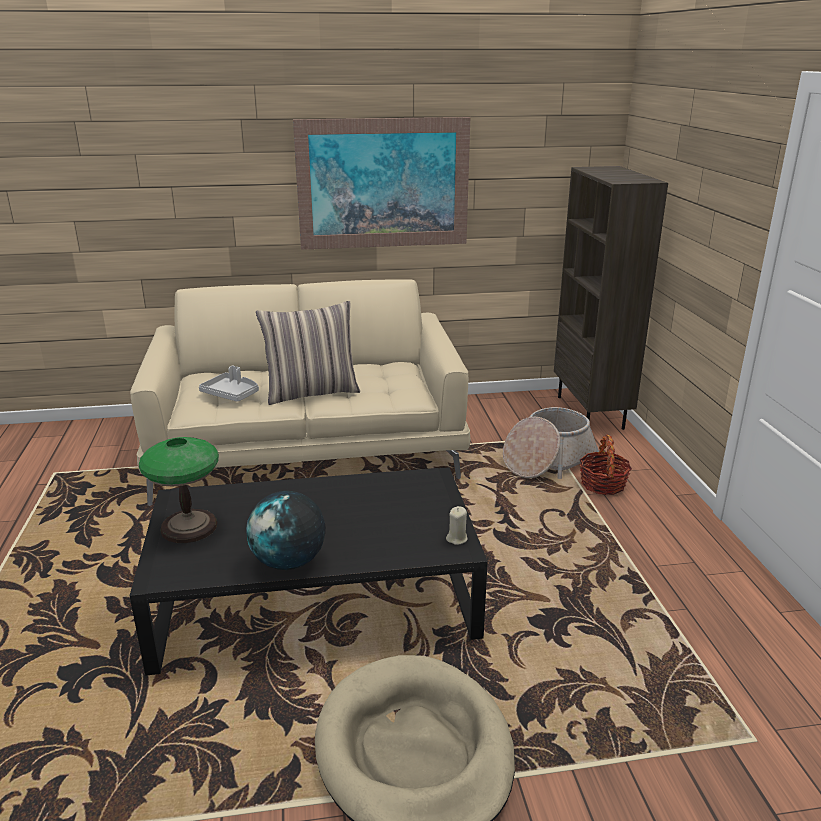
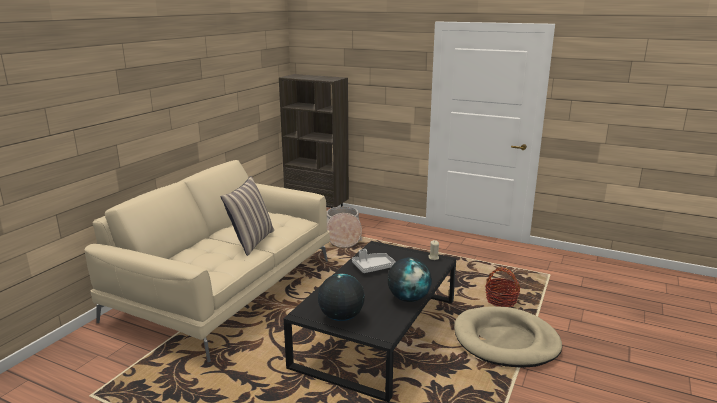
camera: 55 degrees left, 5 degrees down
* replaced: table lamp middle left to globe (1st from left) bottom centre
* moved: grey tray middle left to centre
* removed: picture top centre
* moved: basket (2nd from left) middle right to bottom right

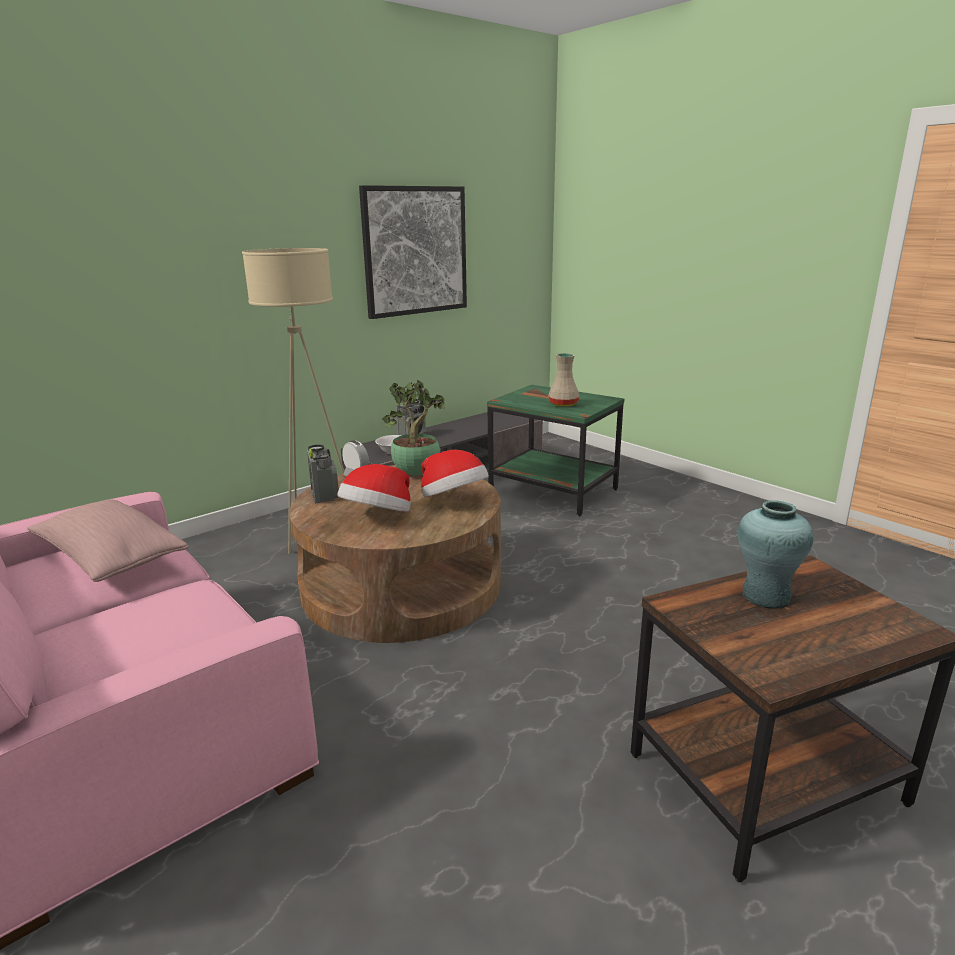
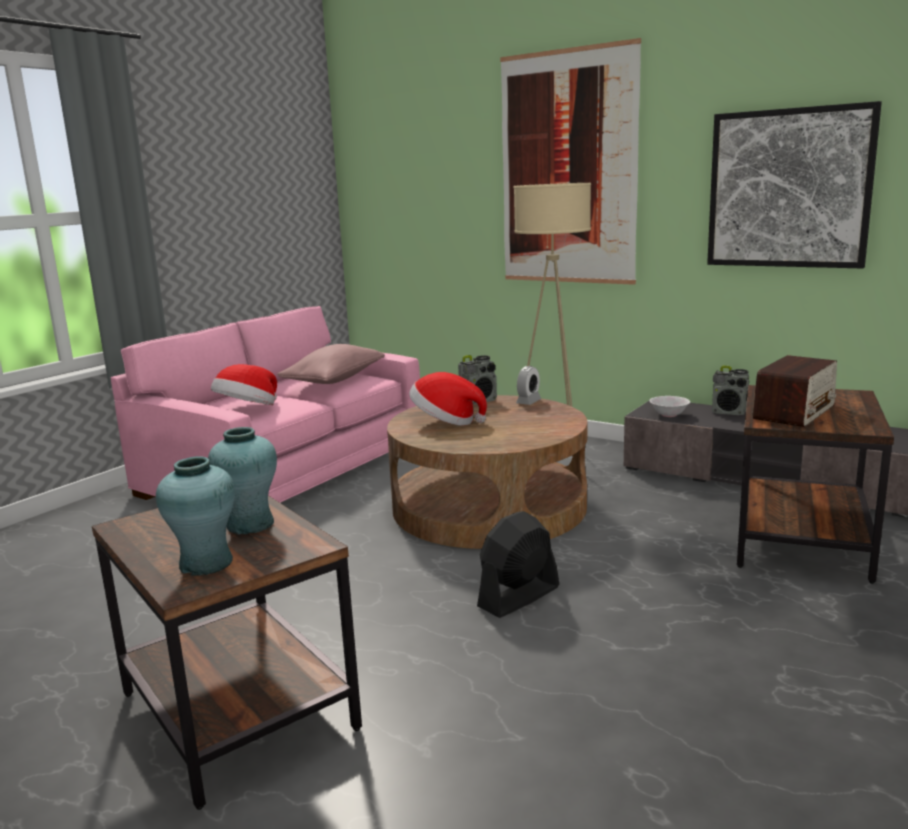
camera: 75 degrees right, 5 degrees down
* removed: potted plant centre
* moved: hat (2nd from left in the first image) centre to hat (1st from left) middle left
* recoloured: green side table centre to brown side table (2nd from left) middle right
* replaced: beige vase centre to radio (3rd from left) middle right
* added: turquoise vase (1st from left) middle left
* added: black fan bottom centre
* added: picture (1st from left) top centre

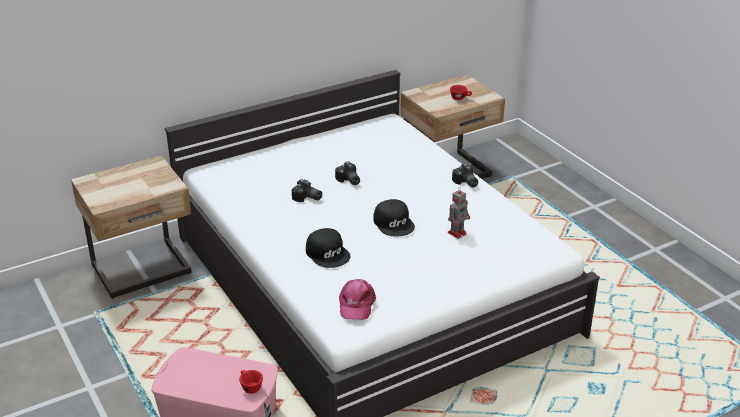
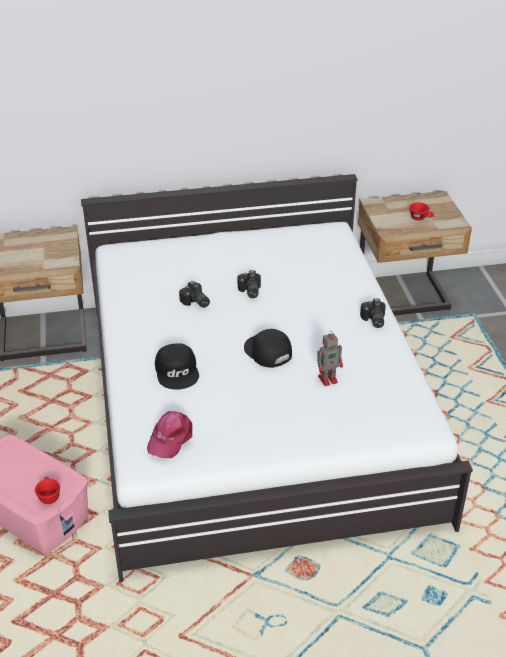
camera: 20 degrees right, 5 degrees up
* turned: black cap (2nd from left) centre = centre 150 degrees clockwise

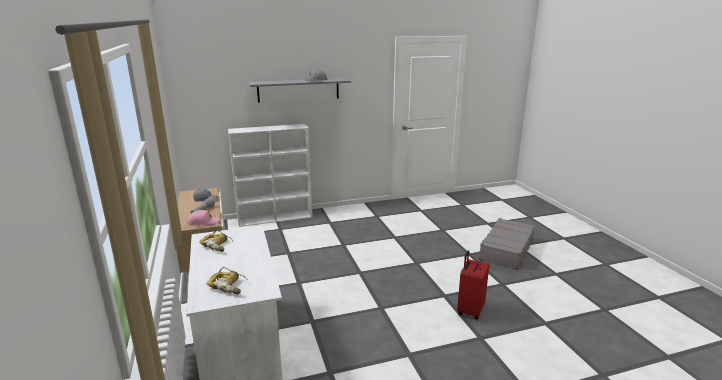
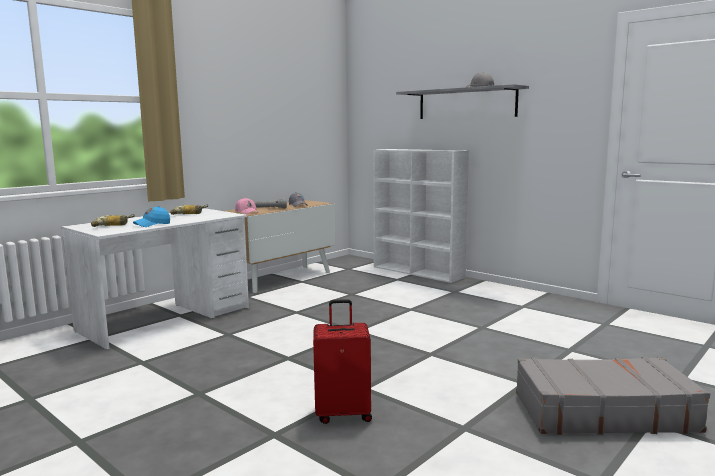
camera: 60 degrees right, 10 degrees down
* added: blue cap middle left

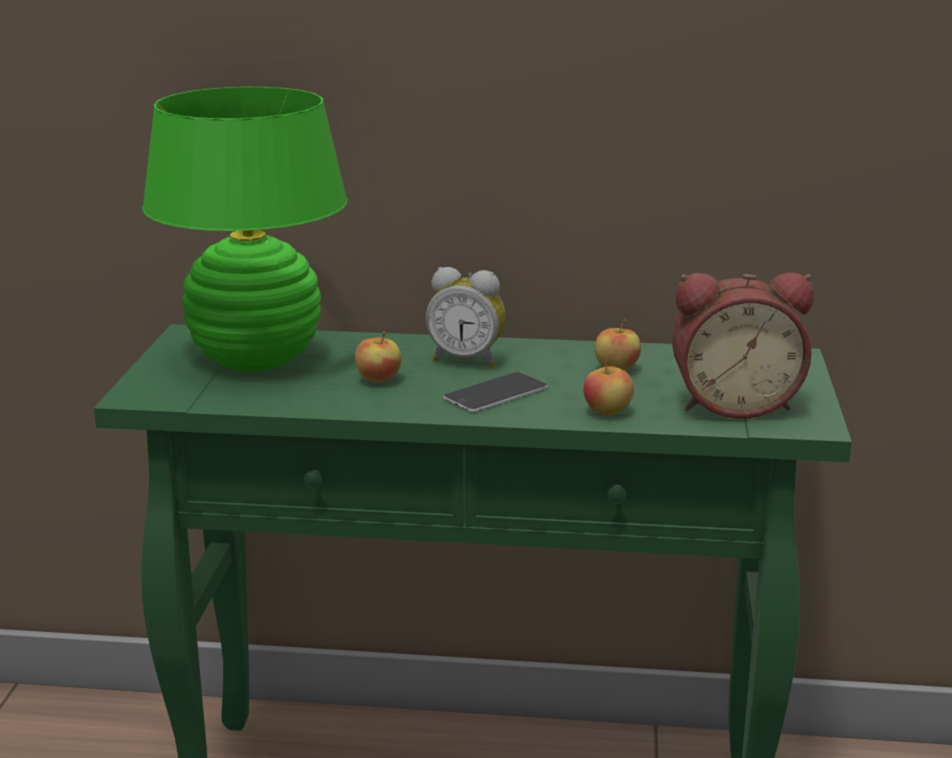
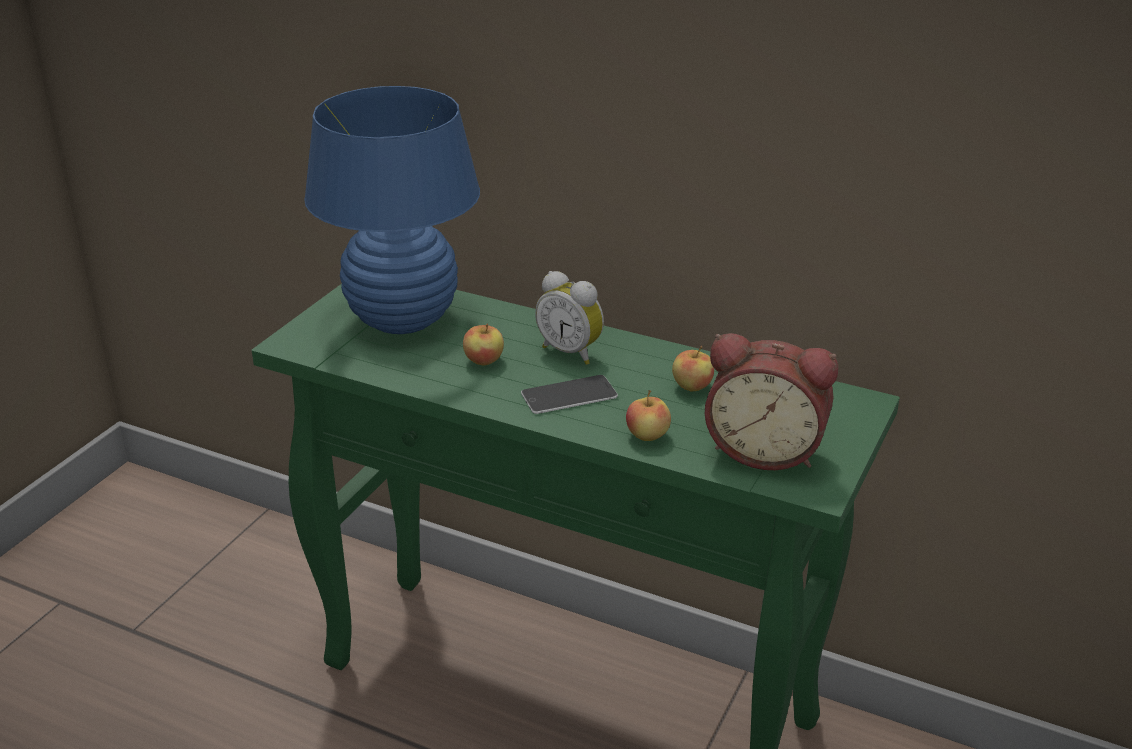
camera: 20 degrees right, 10 degrees up
* recoloured: green table lamp top left to blue table lamp top centre

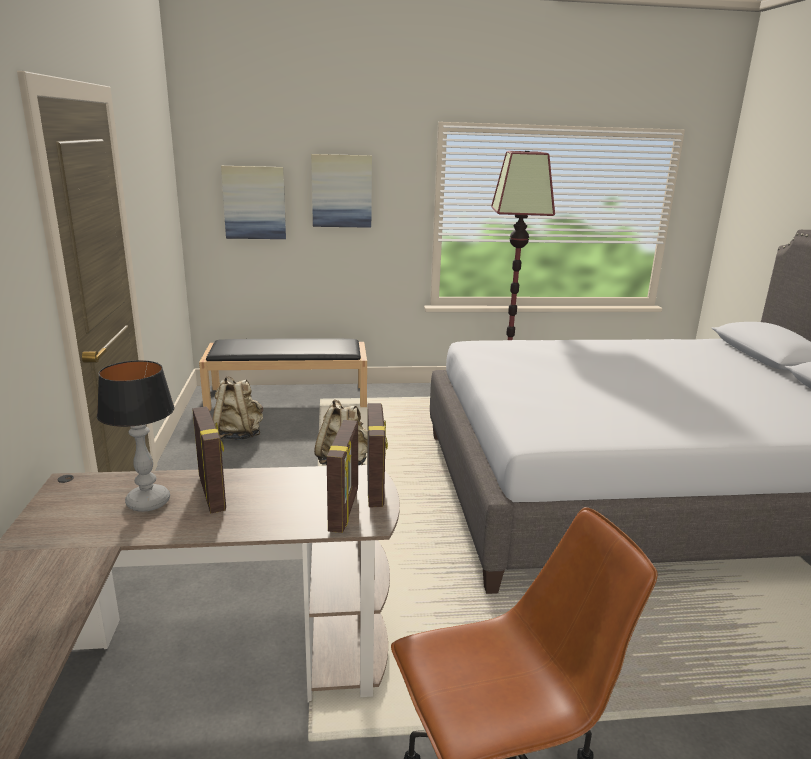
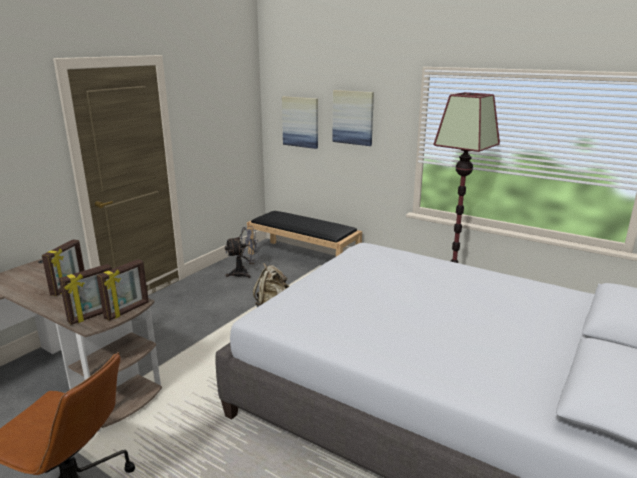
camera: 40 degrees right, 0 degrees up
* removed: table lamp middle left
* replaced: beige backpack (1st from left) middle left to grey fan centre

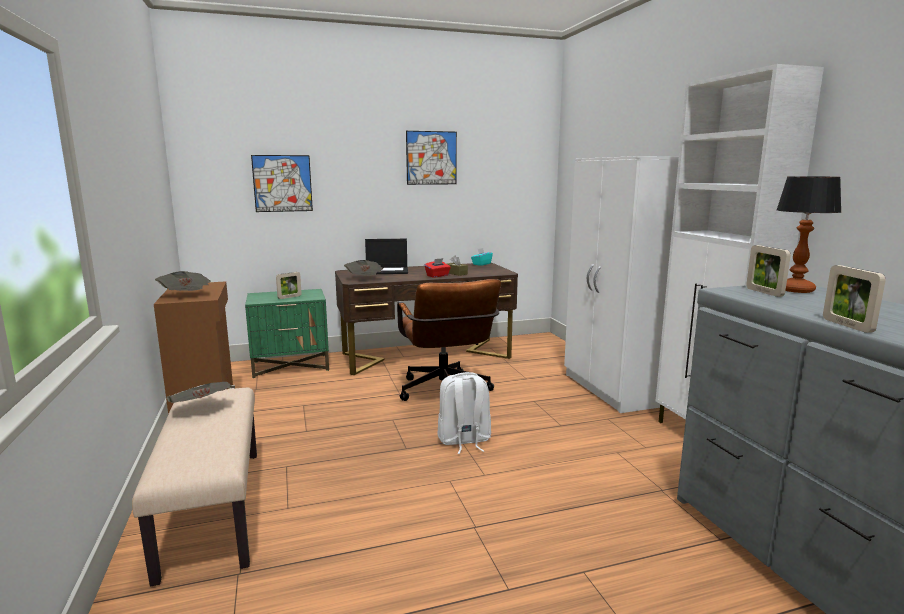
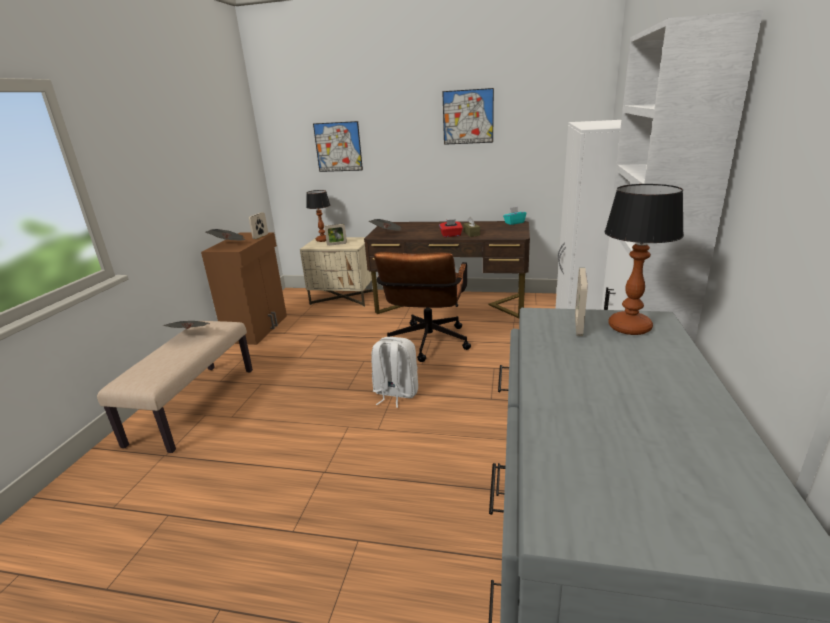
camera: 30 degrees right, 10 degrees up
* recoloured: green nightstand middle left to beige nightstand centre
* removed: laptop centre
* moved: picture frame (3rd from left in the first image) middle right to picture frame (1st from left) middle left
* added: table lamp (1st from left) centre

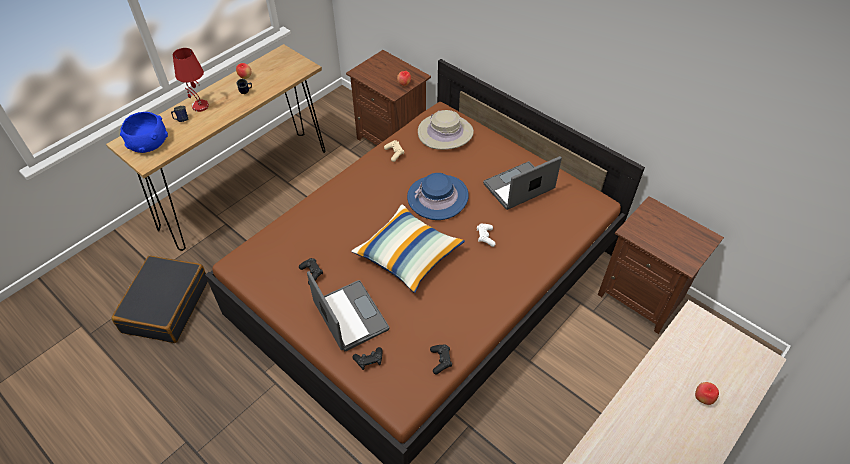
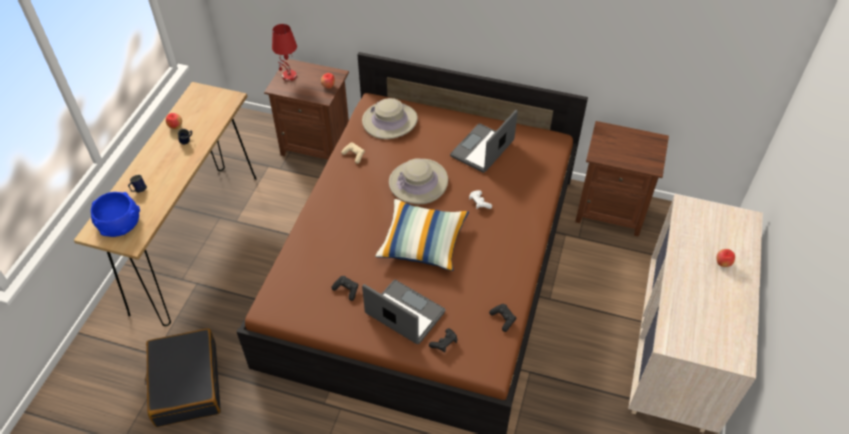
camera: 25 degrees left, 0 degrees up
* moved: red table lamp top left to top centre
* recoloured: blue hat centre to beige hat (2nd from left) centre

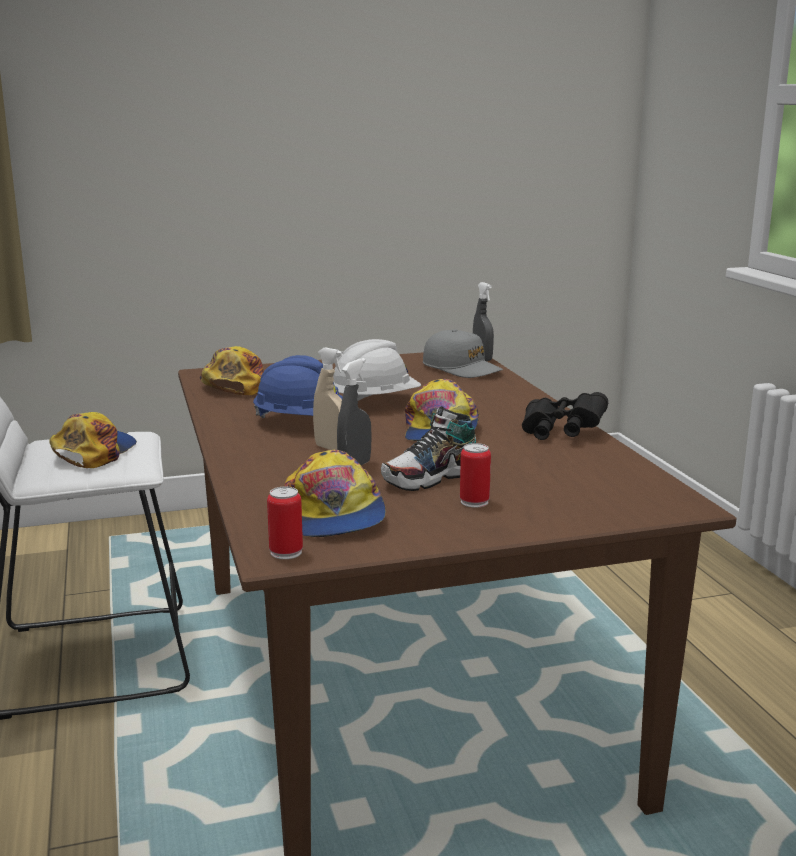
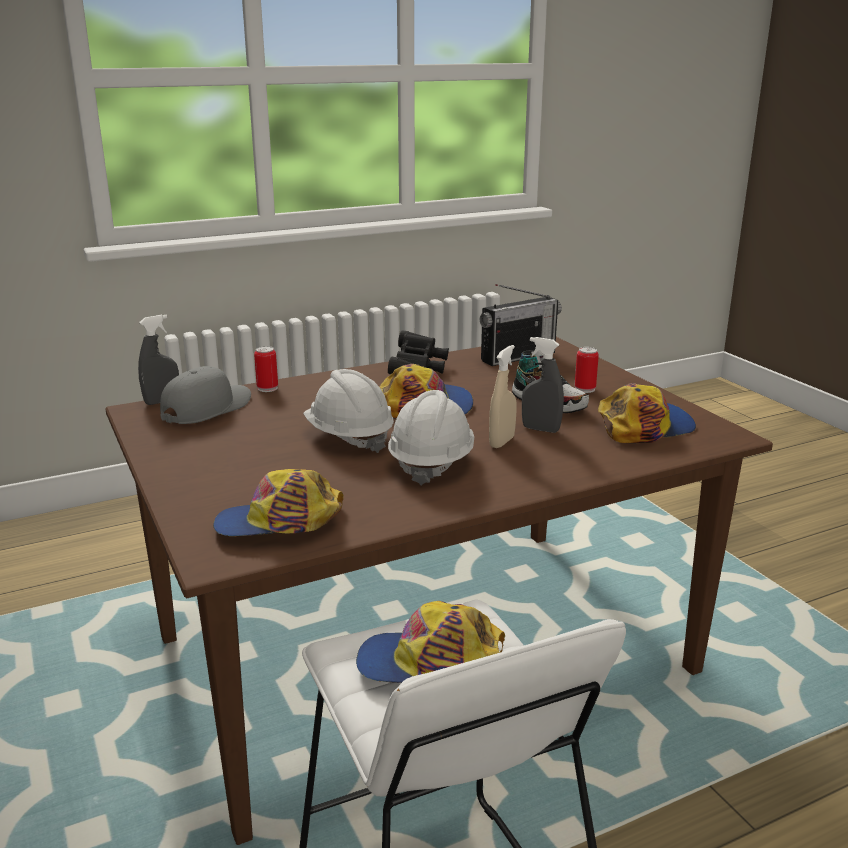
camera: 100 degrees left, 5 degrees up
* recoloured: blue hard hat centre to white hard hat (2nd from left) centre
* moved: can (1st from left) centre to middle left
* added: radio centre

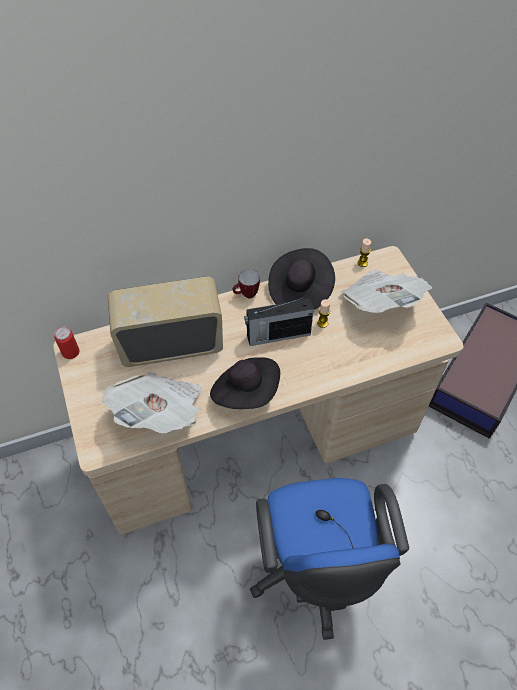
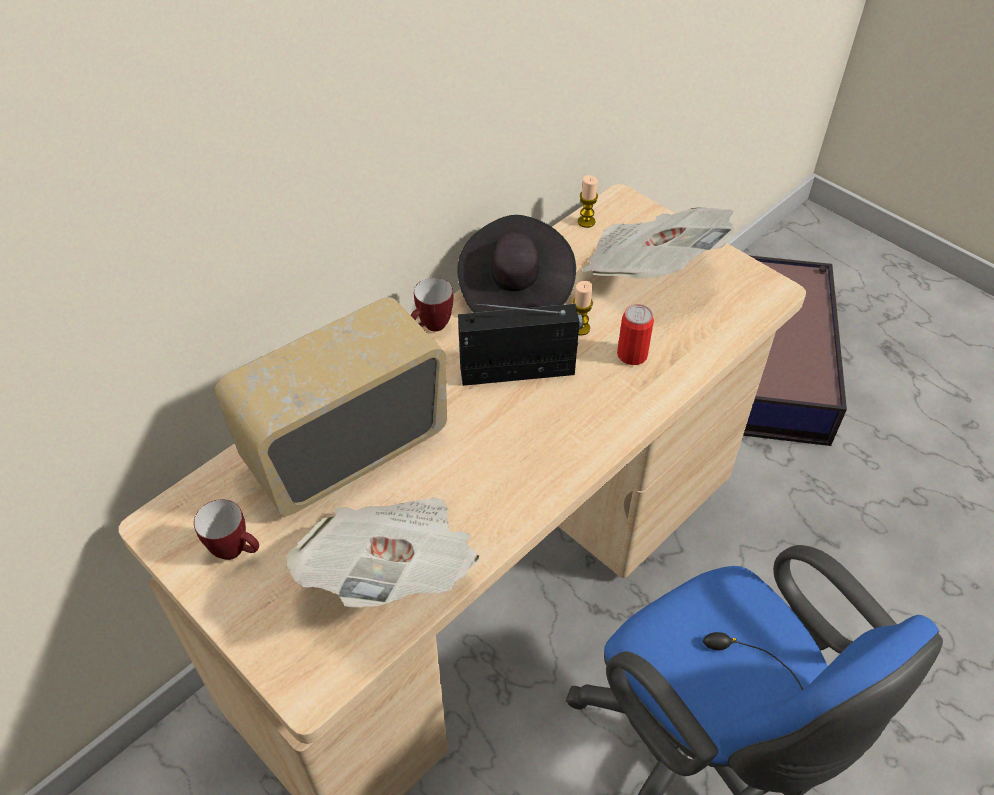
camera: 25 degrees left, 5 degrees down
* moved: can middle left to centre
* removed: black hat (1st from left) centre
* turned: radio (2nd from left) centre = centre 150 degrees counterclockwise
* added: mug (1st from left) middle left

